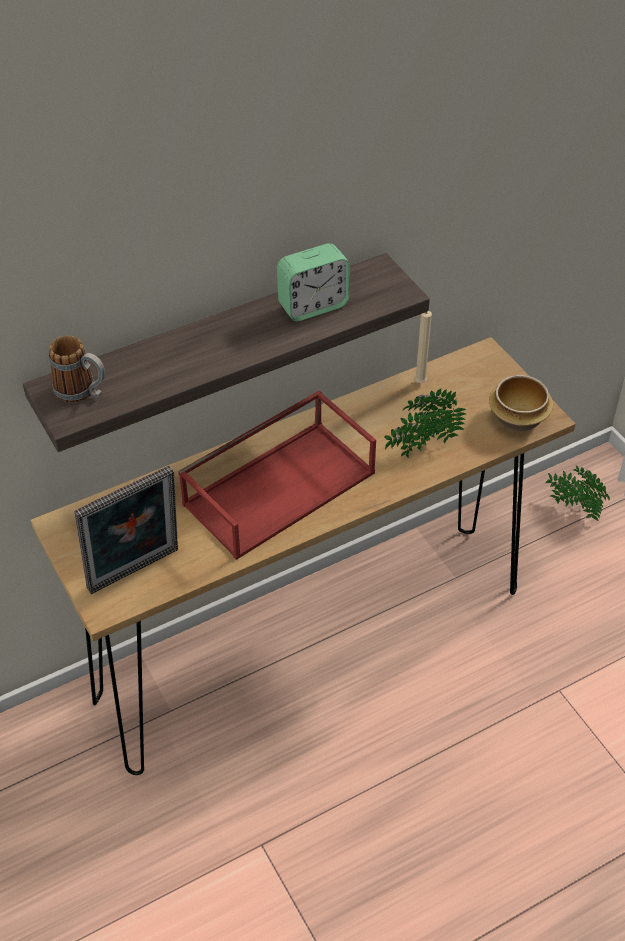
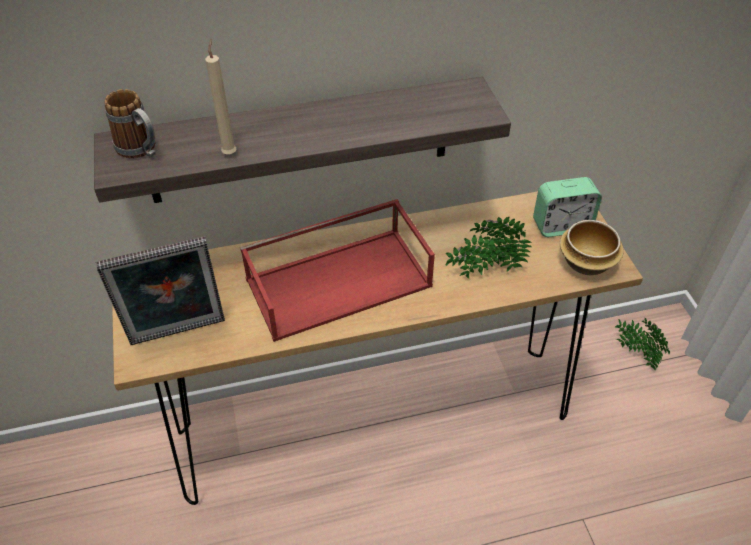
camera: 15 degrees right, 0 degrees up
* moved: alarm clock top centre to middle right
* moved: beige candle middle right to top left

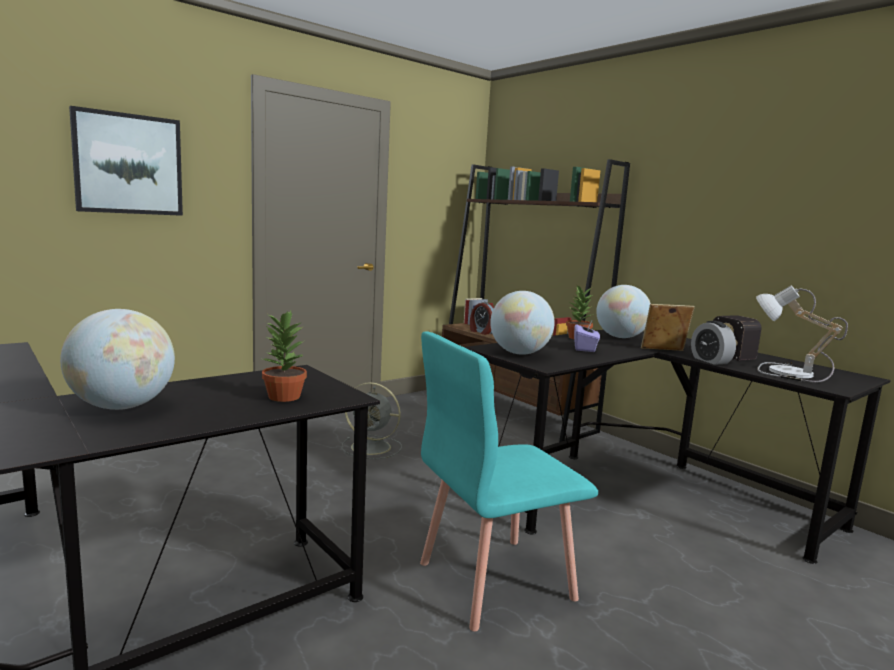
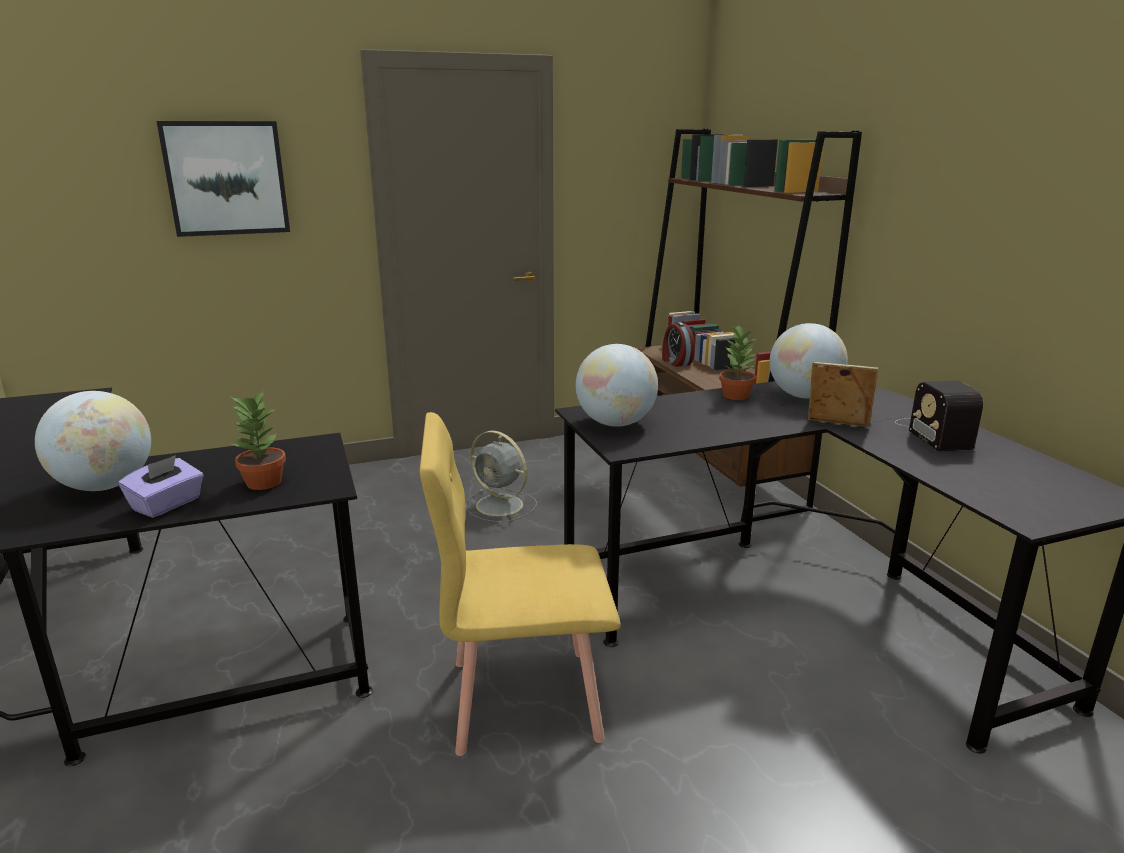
camera: 20 degrees right, 10 degrees up
* recoloured: turquoise chair bottom centre to yellow chair bottom centre
* moved: purple tissue box centre to middle left
* removed: alarm clock (2nd from left) middle right
* removed: table lamp middle right

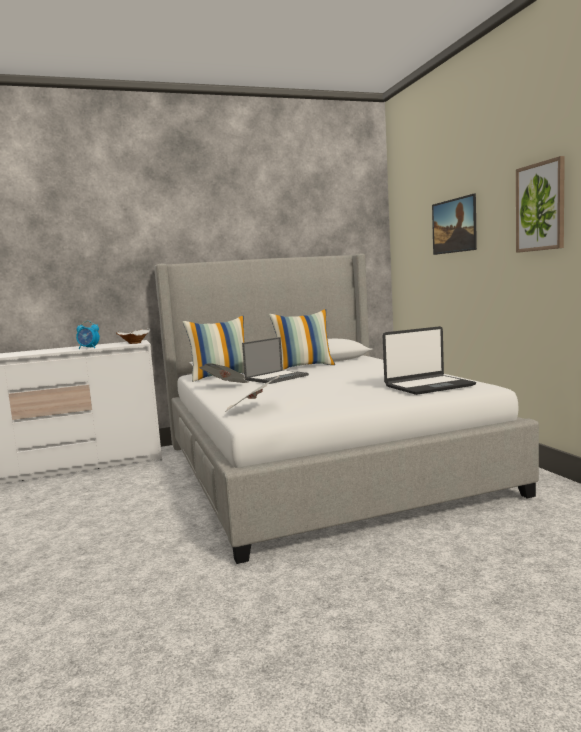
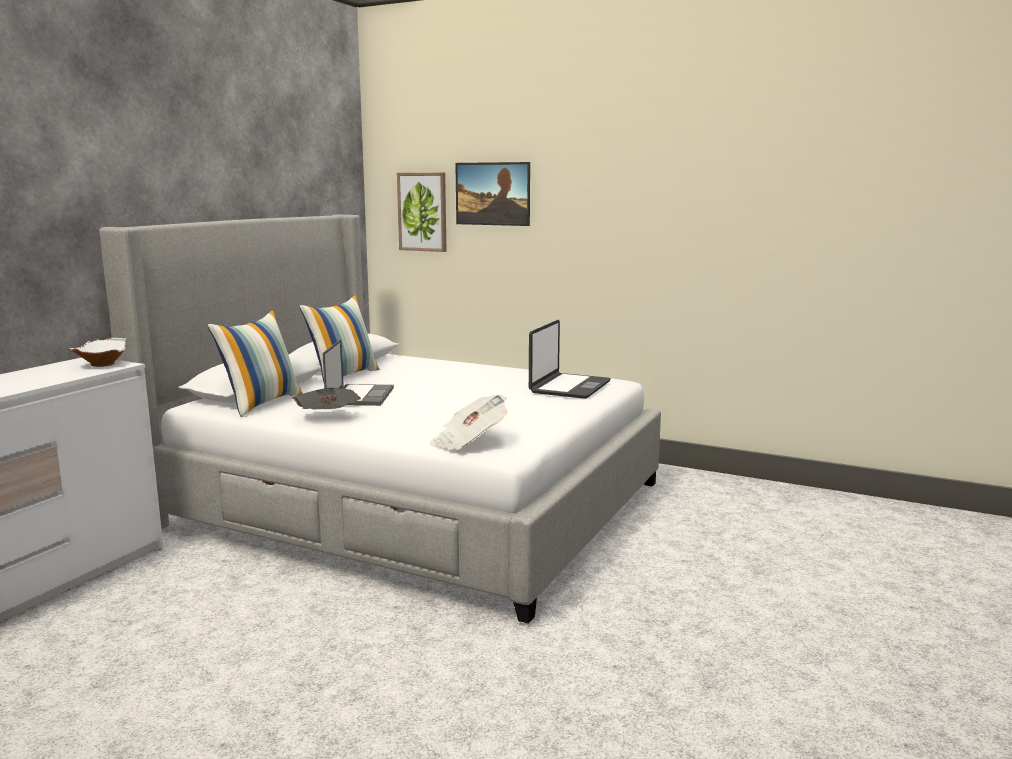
camera: 45 degrees left, 5 degrees up
* removed: alarm clock middle left
* moved: picture (2nd from left in the first image) top right to picture (1st from left) top centre

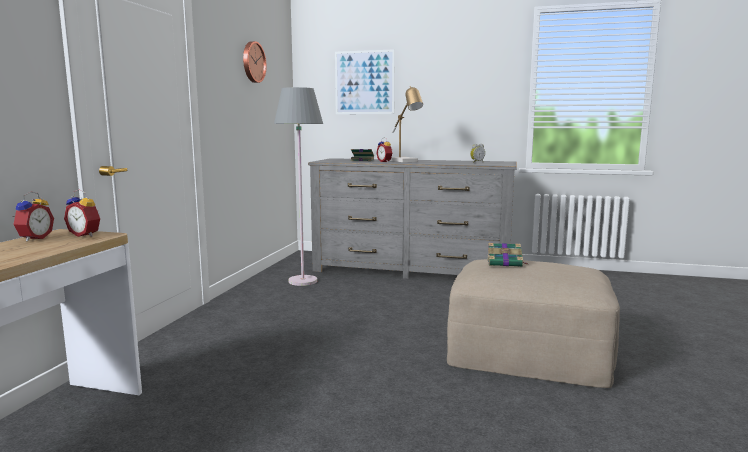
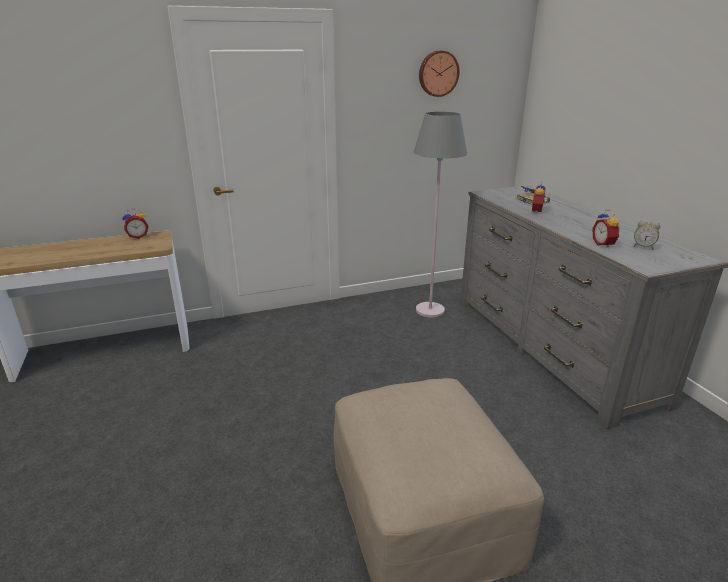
camera: 55 degrees right, 15 degrees up
* moved: alarm clock (2nd from left in the first image) middle left to alarm clock (3rd from left) middle right
* removed: picture top centre
* removed: table lamp top centre
* removed: book (2nd from left) middle right

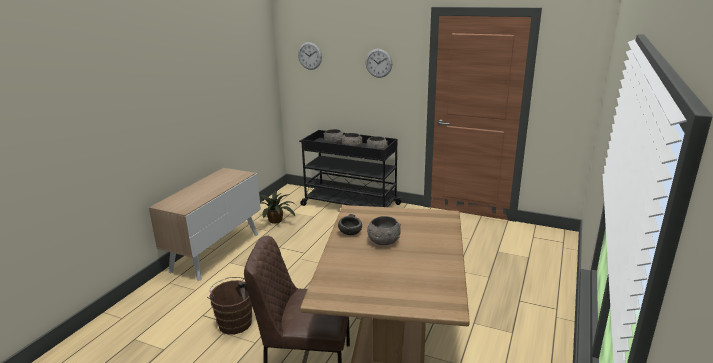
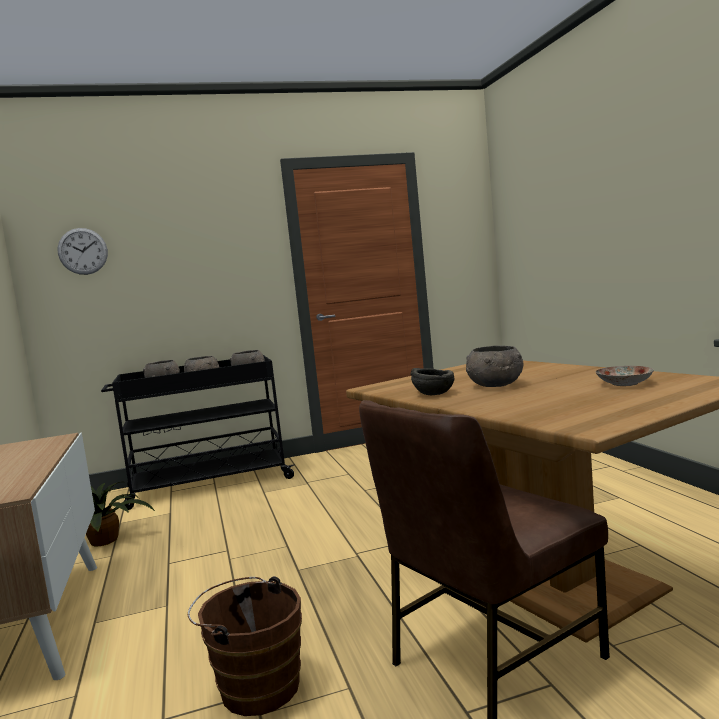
camera: 40 degrees left, 15 degrees down
* removed: wall clock (2nd from left) top centre
* added: plate middle right

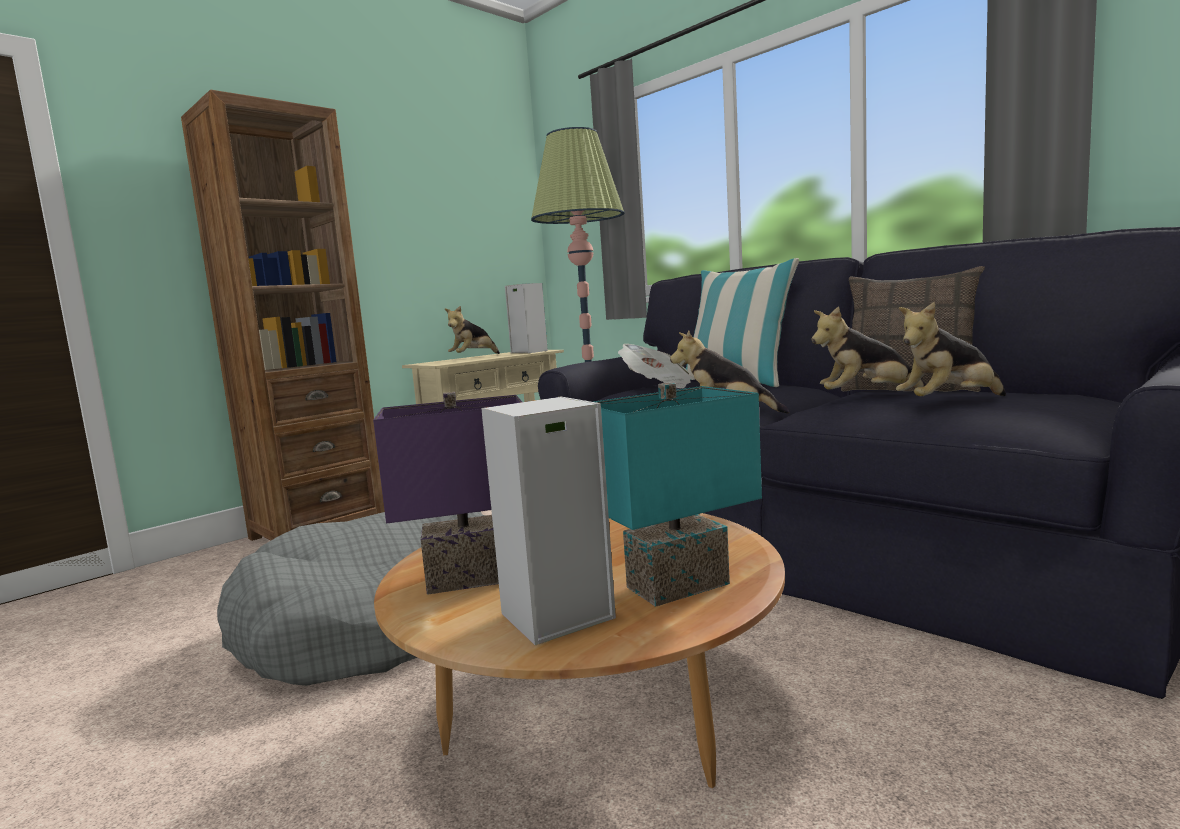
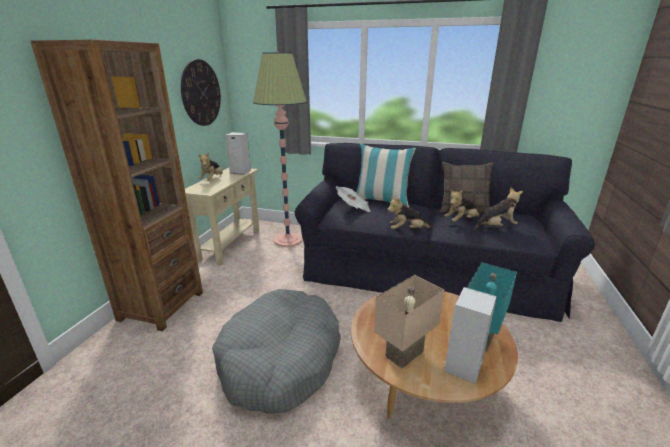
camera: 30 degrees left, 15 degrees up
* recoloured: purple table lamp centre to beige table lamp bottom centre
* turned: plush toy (4th from left) middle right = middle right 150 degrees counterclockwise
* added: wall clock top left

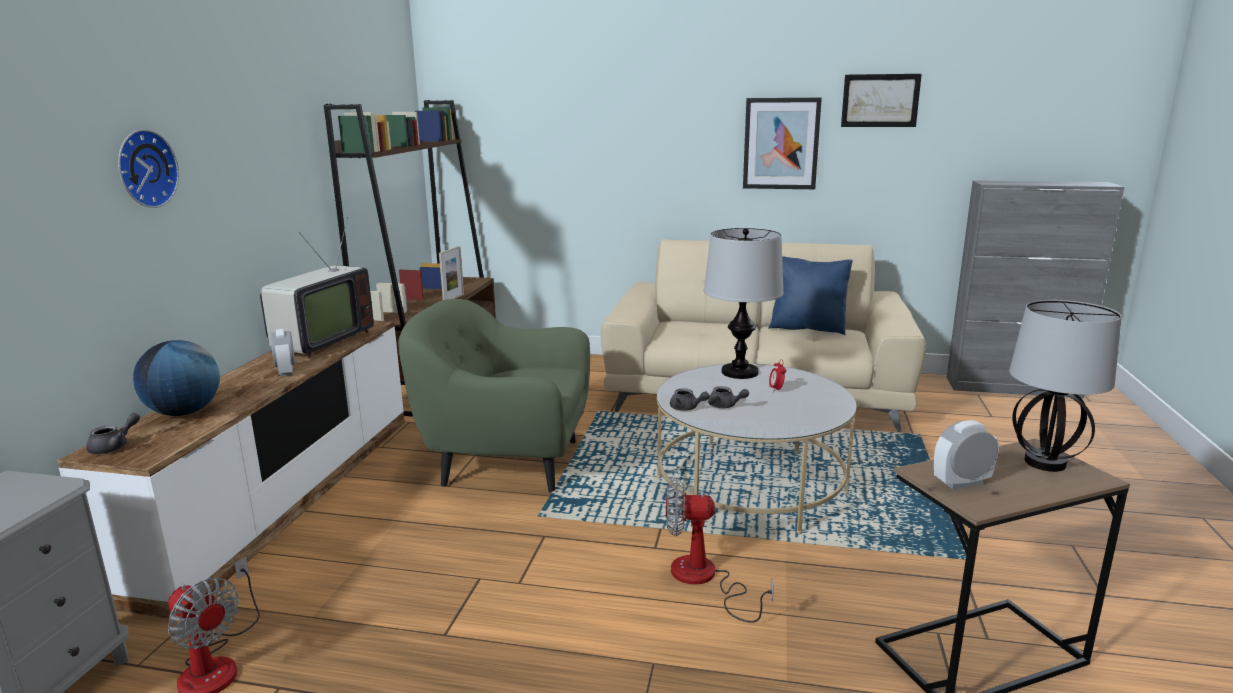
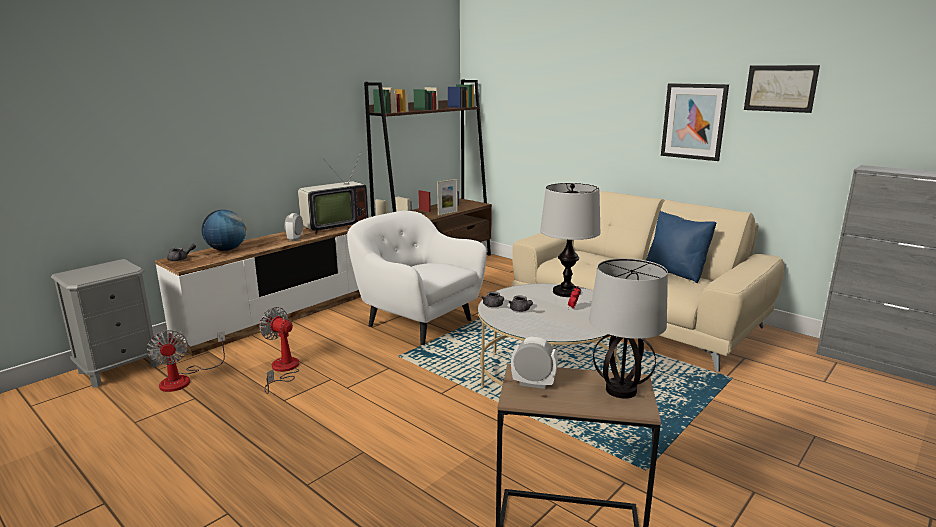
camera: 30 degrees right, 0 degrees up
* removed: wall clock top left
* recoloured: green armchair centre to white armchair centre
* moved: fan (2nd from left) bottom centre to middle left

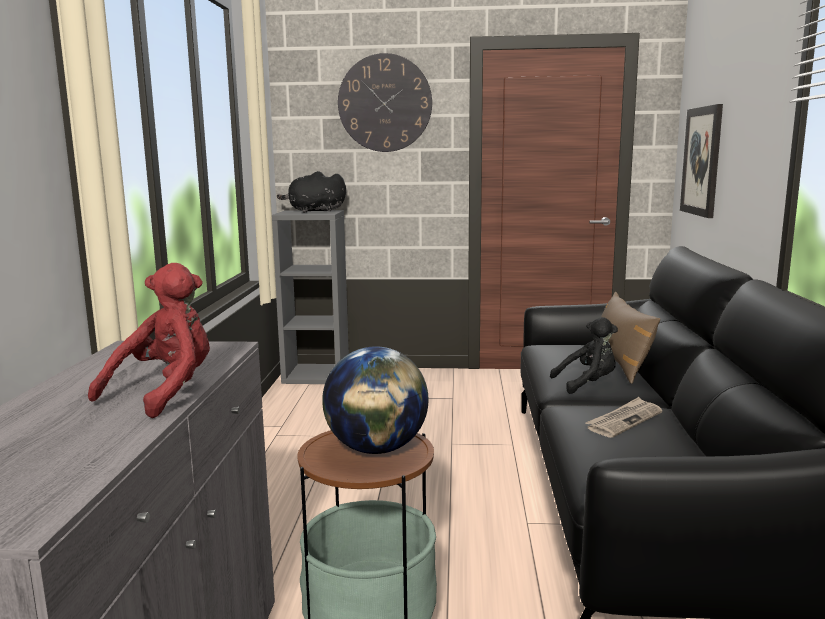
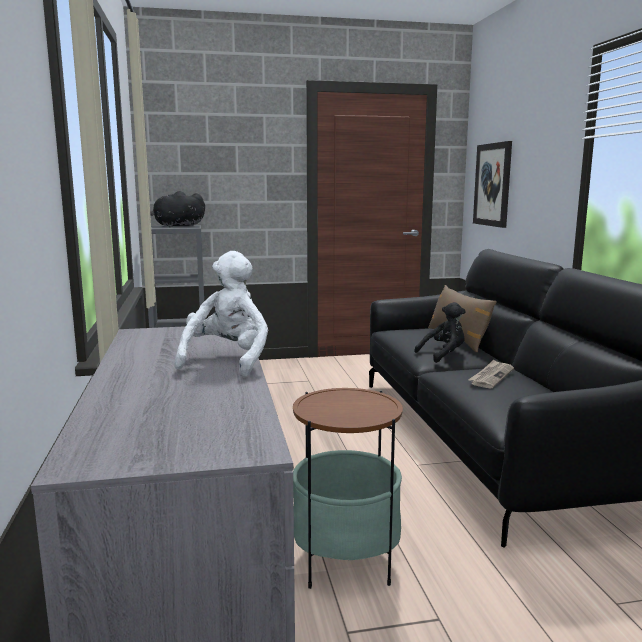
camera: 15 degrees left, 0 degrees up
* recoloured: red plush toy middle left to white plush toy centre
* removed: globe centre
* removed: wall clock top centre

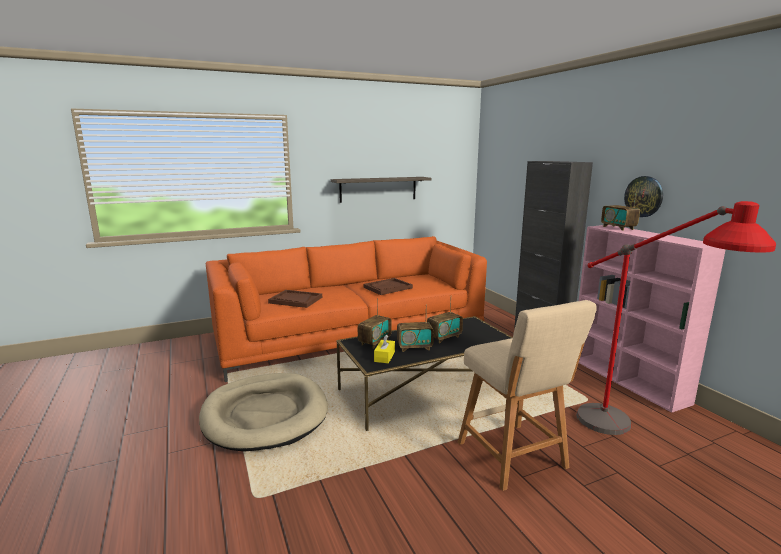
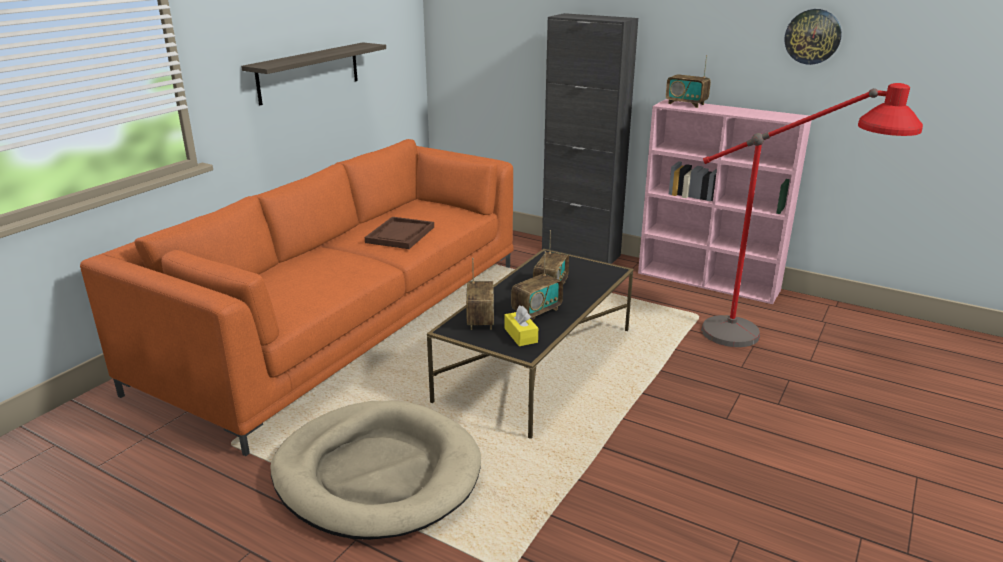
camera: 35 degrees left, 10 degrees up
* removed: brown tray (1st from left) centre
* removed: beige stool bottom right
* moved: wall clock middle right to top right

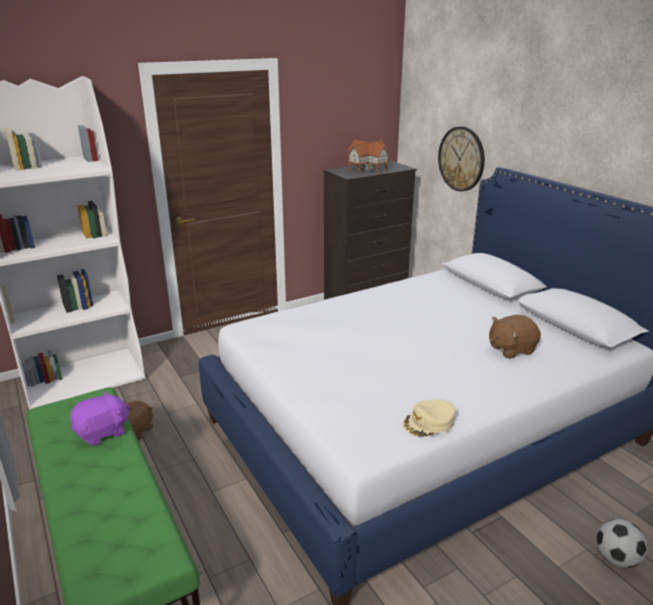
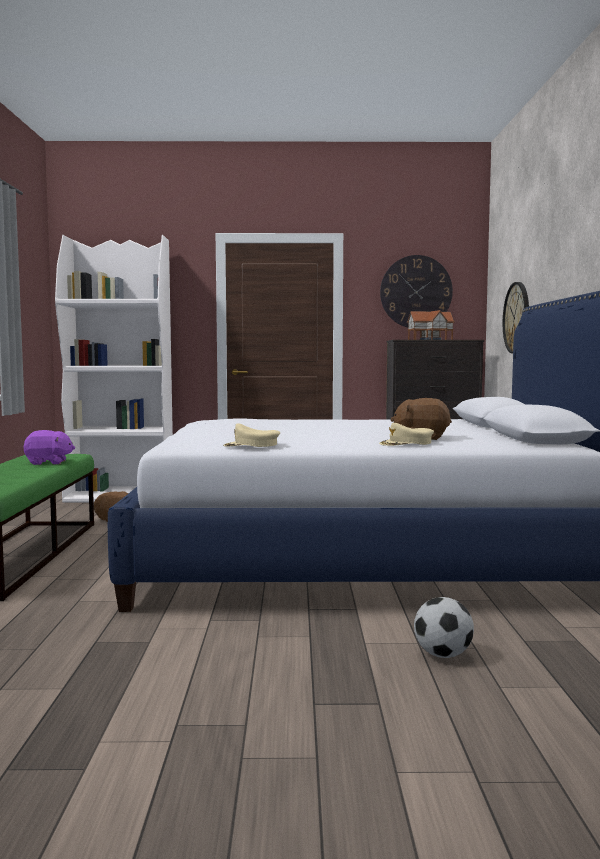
camera: 30 degrees right, 20 degrees down
* added: beige cap (2nd from left) middle right
* added: wall clock (1st from left) middle right

